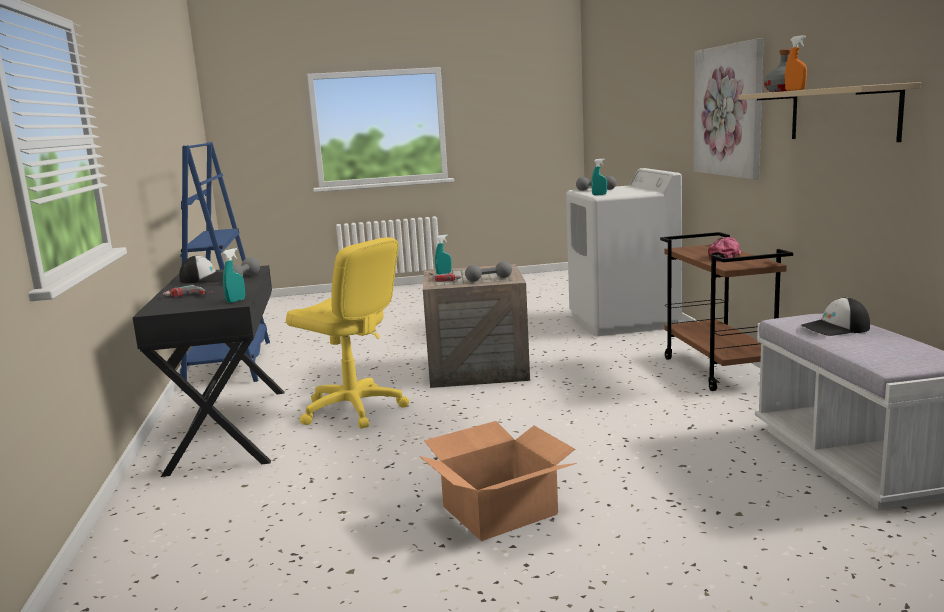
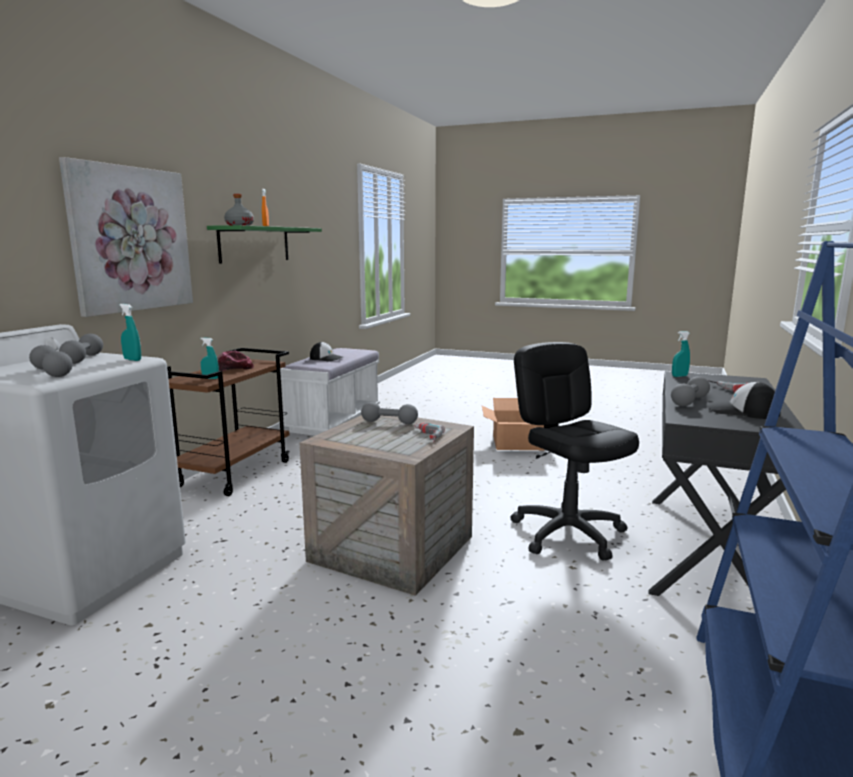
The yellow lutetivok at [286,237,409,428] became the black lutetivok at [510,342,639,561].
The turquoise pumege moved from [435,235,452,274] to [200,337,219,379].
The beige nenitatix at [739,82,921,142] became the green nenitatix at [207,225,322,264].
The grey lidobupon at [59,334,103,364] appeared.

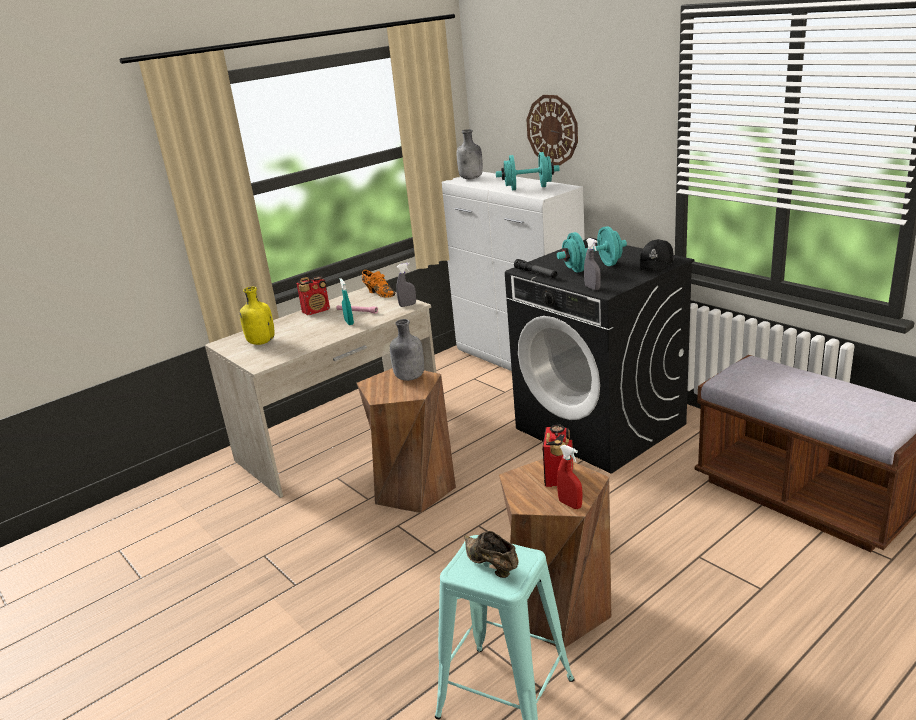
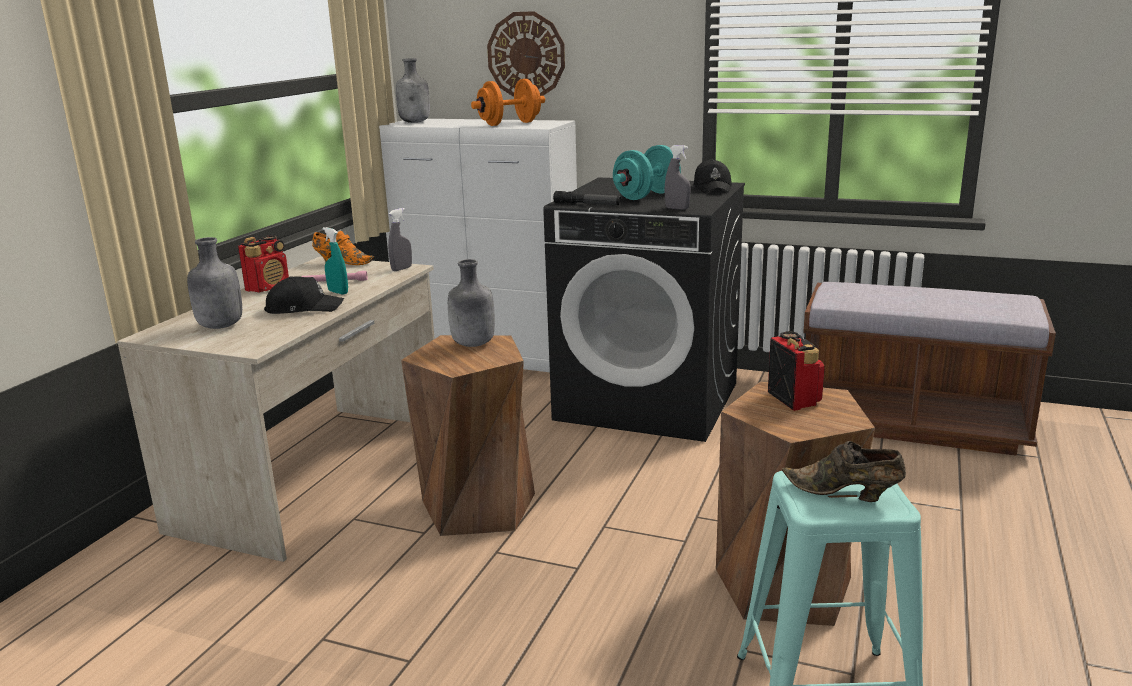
The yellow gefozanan at [240,287,275,345] became the grey gefozanan at [187,237,242,329].
The turquoise lidobupon at [496,152,560,190] became the orange lidobupon at [471,79,545,126].
The red pumege at [557,445,583,509] disappeared.
The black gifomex at [264,276,344,314] appeared.

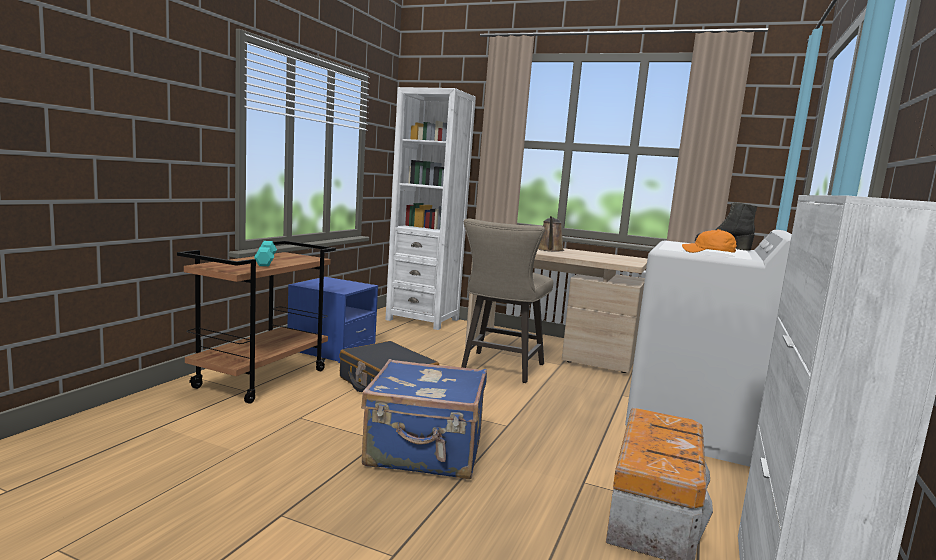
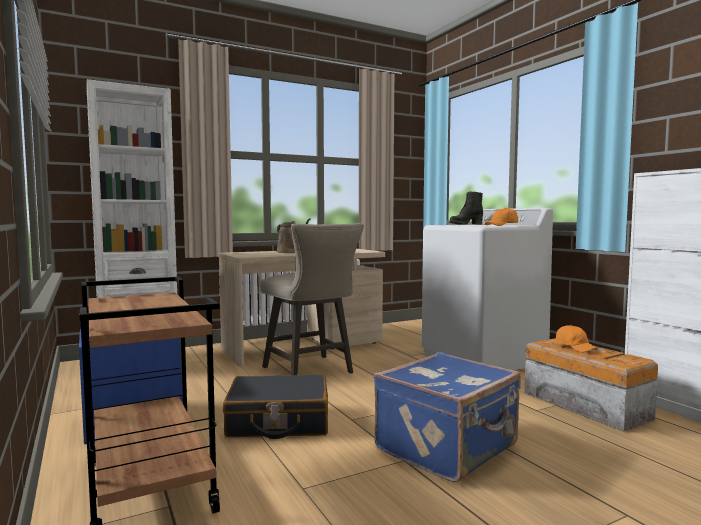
The turquoise lidobupon at [254,241,277,266] disappeared.
The orange gifomex at [556,325,598,352] appeared.

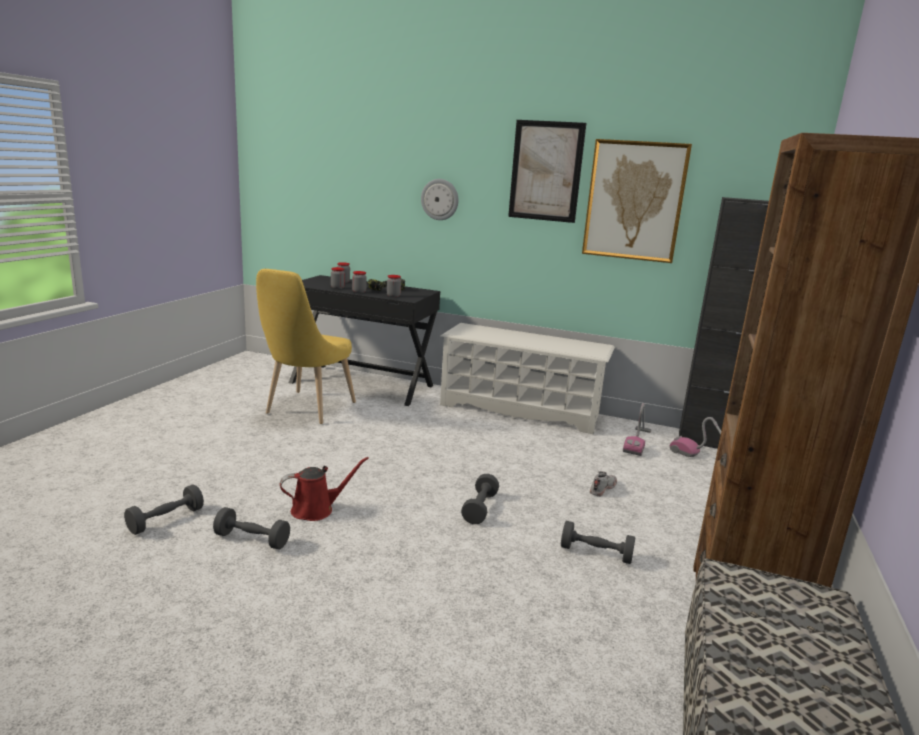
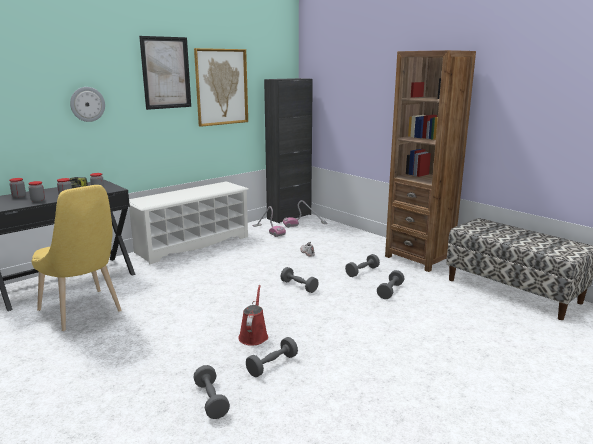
The grey lidobupon at [377,270,405,299] appeared.

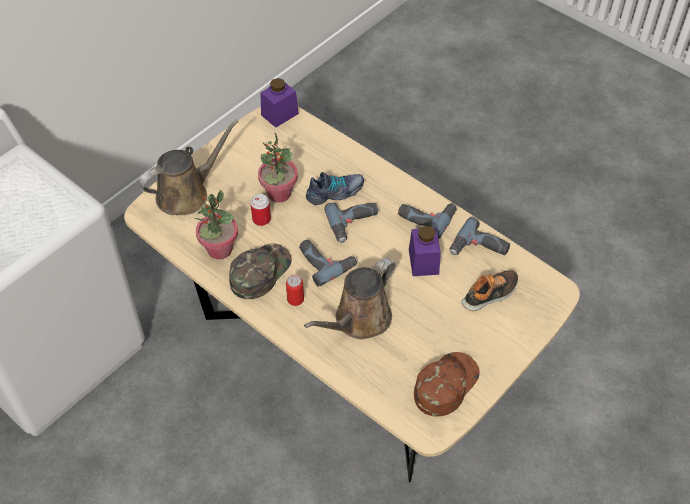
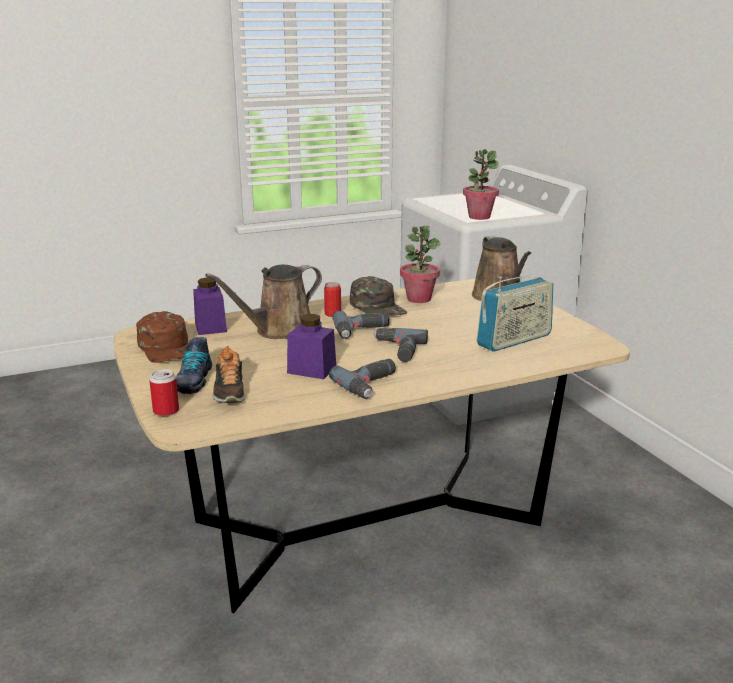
The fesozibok moved from [250,194,271,226] to [149,369,179,416].
The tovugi moved from [258,133,298,203] to [463,149,499,220].
The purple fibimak moved from [260,78,299,128] to [193,277,227,335].
The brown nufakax at [304,258,396,339] turned 105 degrees counterclockwise.
The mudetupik moved from [306,172,364,205] to [176,337,212,394].
The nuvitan at [450,217,510,255] disappeared.
The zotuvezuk at [477,276,553,352] appeared.

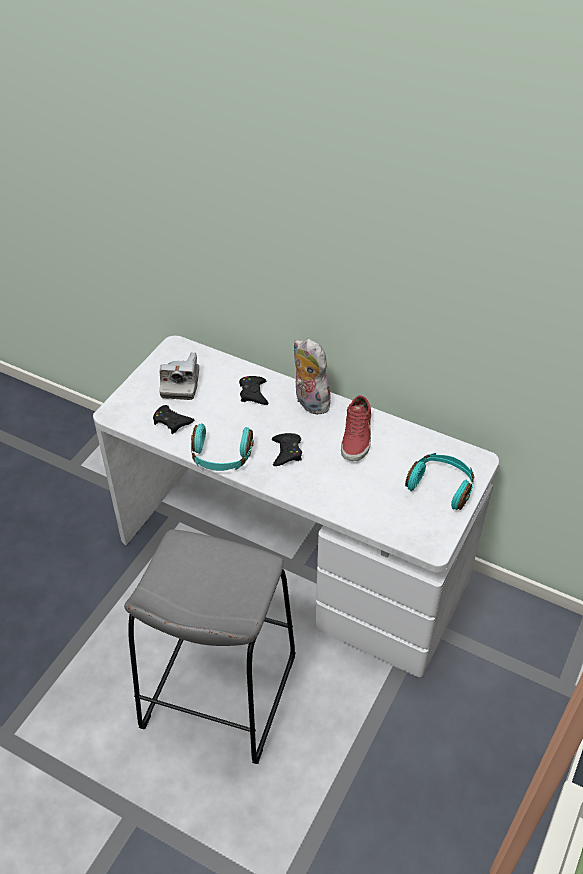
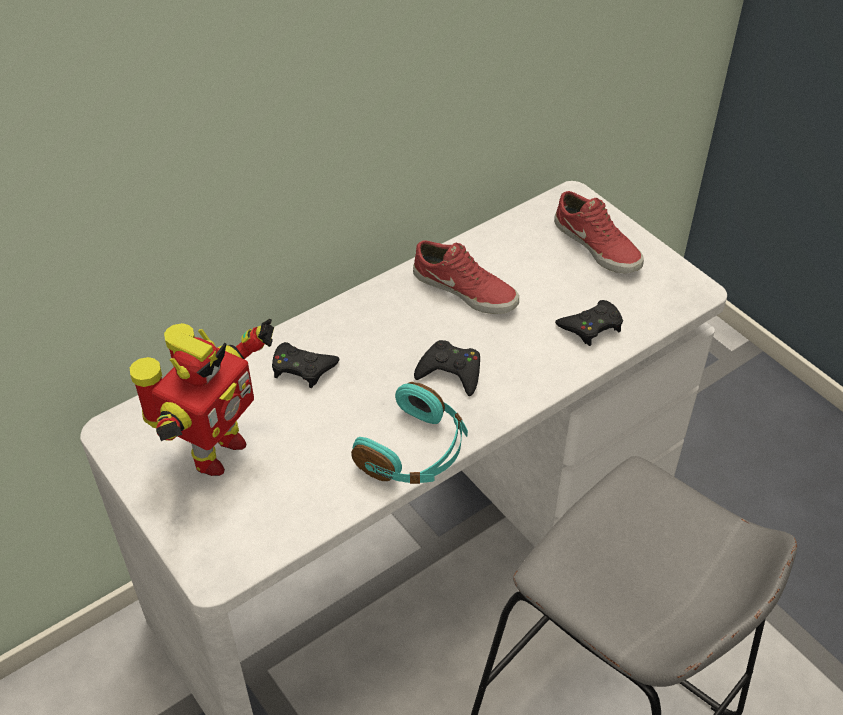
The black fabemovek moved from [153,405,194,434] to [555,300,623,346].
The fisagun at [159,352,199,400] was replaced by the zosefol at [130,319,274,476].
The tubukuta at [294,339,331,415] disappeared.
The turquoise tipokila at [405,453,474,510] was replaced by the red mudetupik at [554,191,644,273].

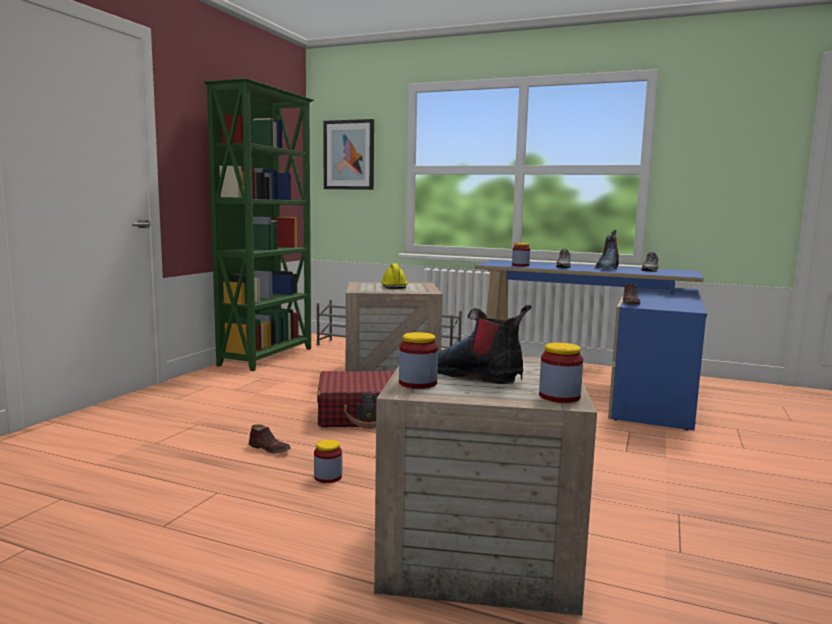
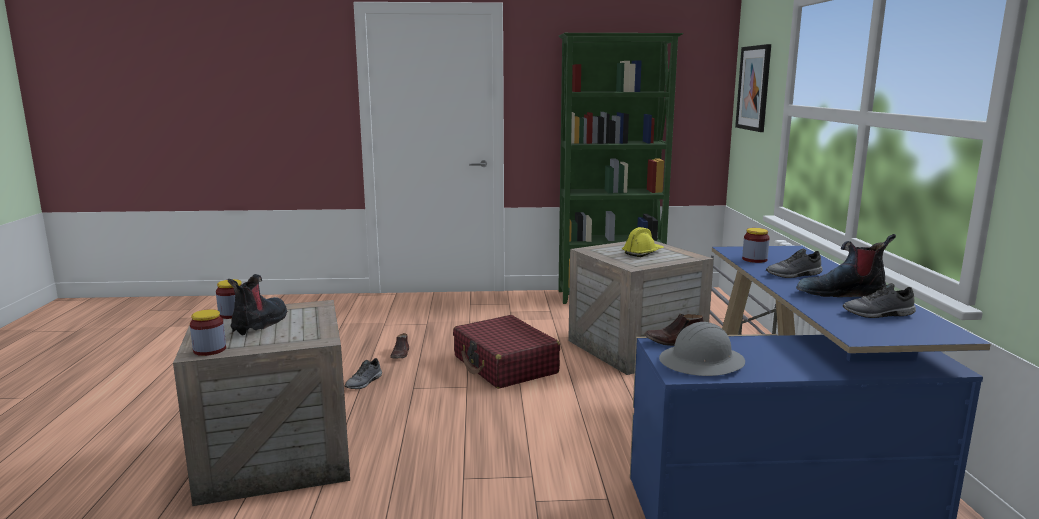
The fibimak at [314,440,342,483] was replaced by the grey mudetupik at [344,358,382,389].
The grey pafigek at [659,322,745,376] appeared.

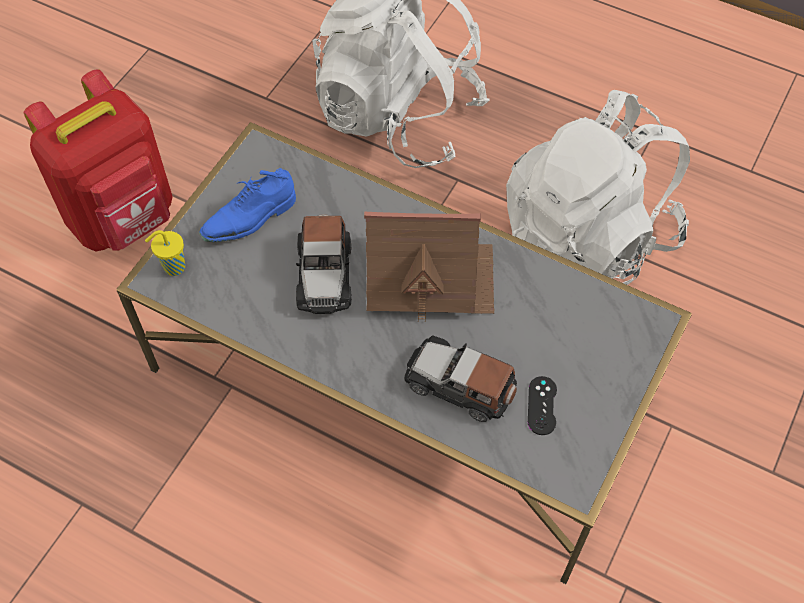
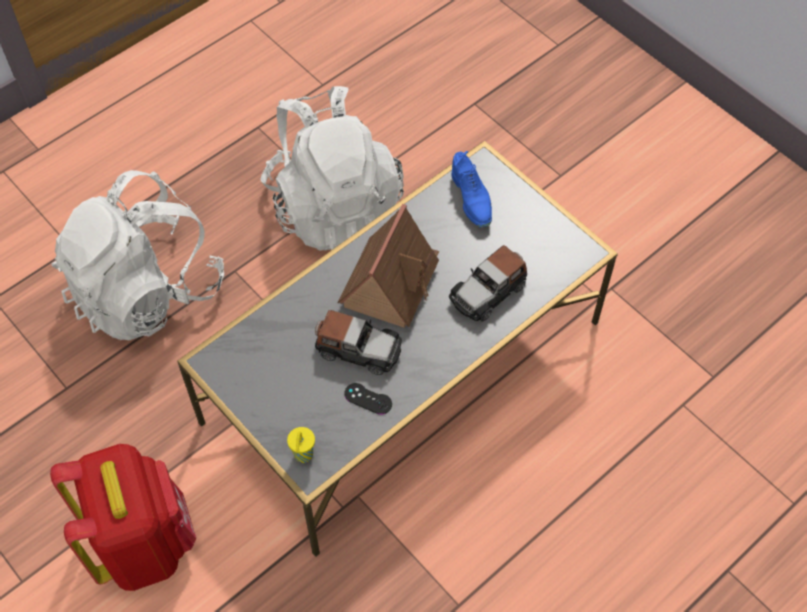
The blue mudetupik moved from [199,168,296,242] to [452,151,492,228].
The black fabemovek moved from [528,376,557,435] to [344,383,392,415].

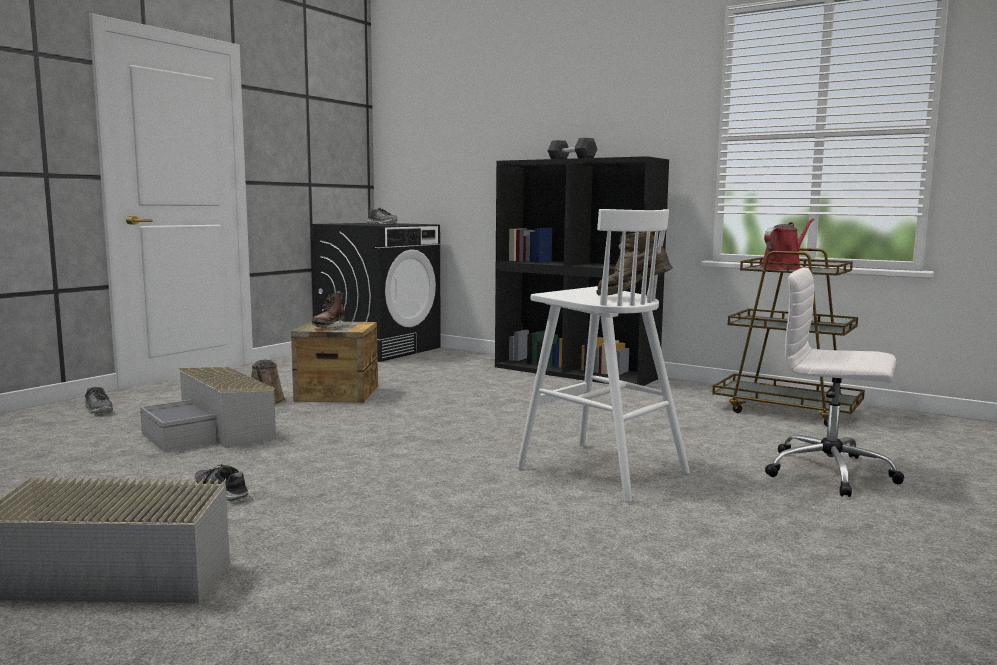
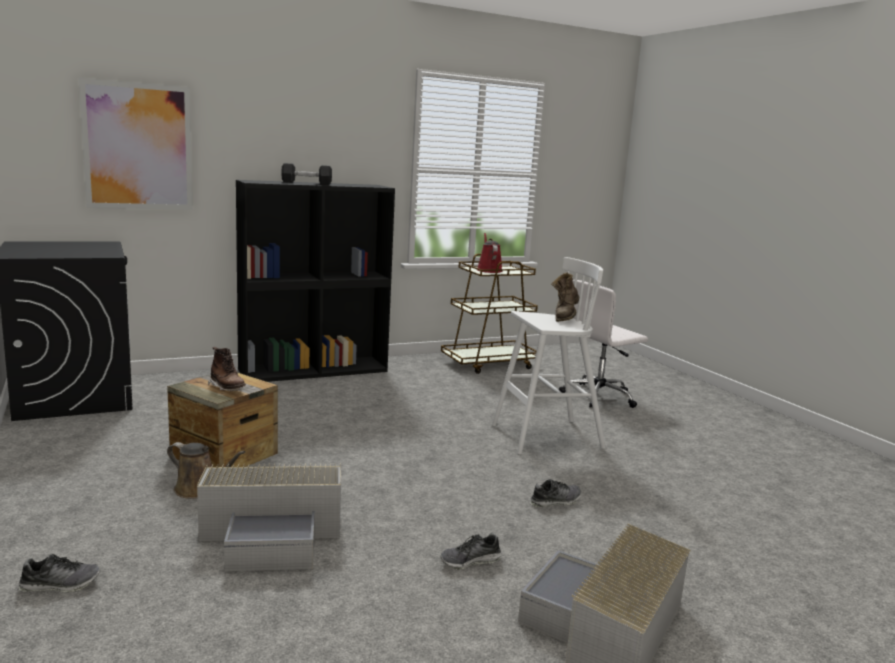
The mudetupik moved from [367,208,398,224] to [530,479,581,508].
The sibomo at [78,77,193,210] appeared.

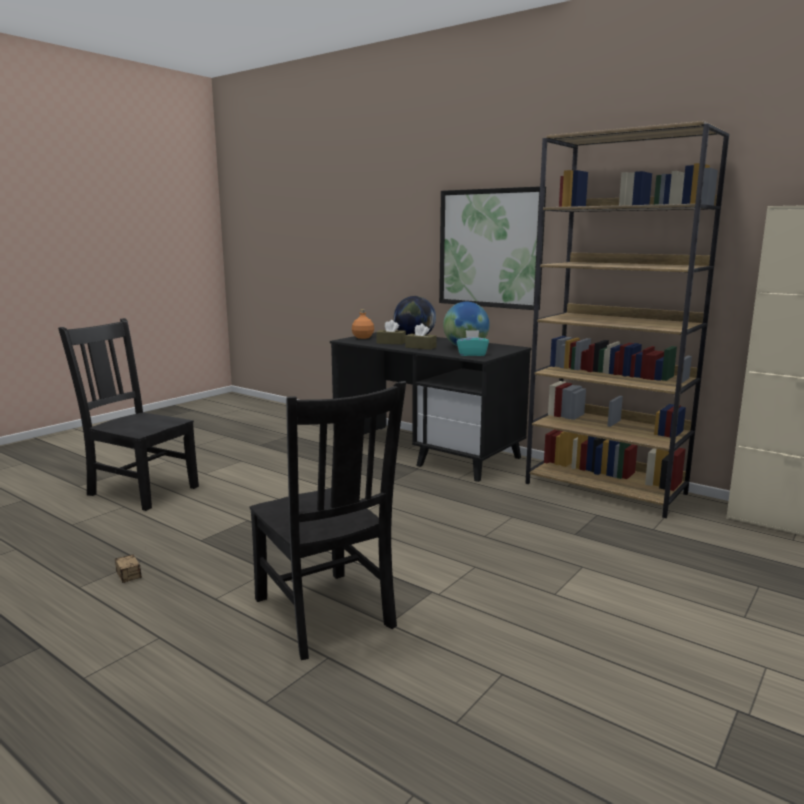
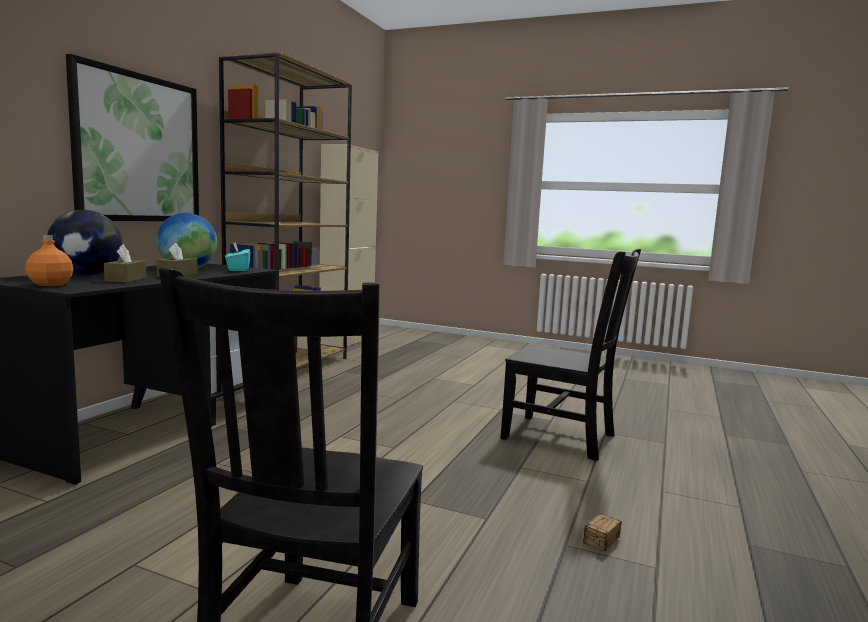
The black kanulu at [250,381,406,660] turned 75 degrees clockwise.

